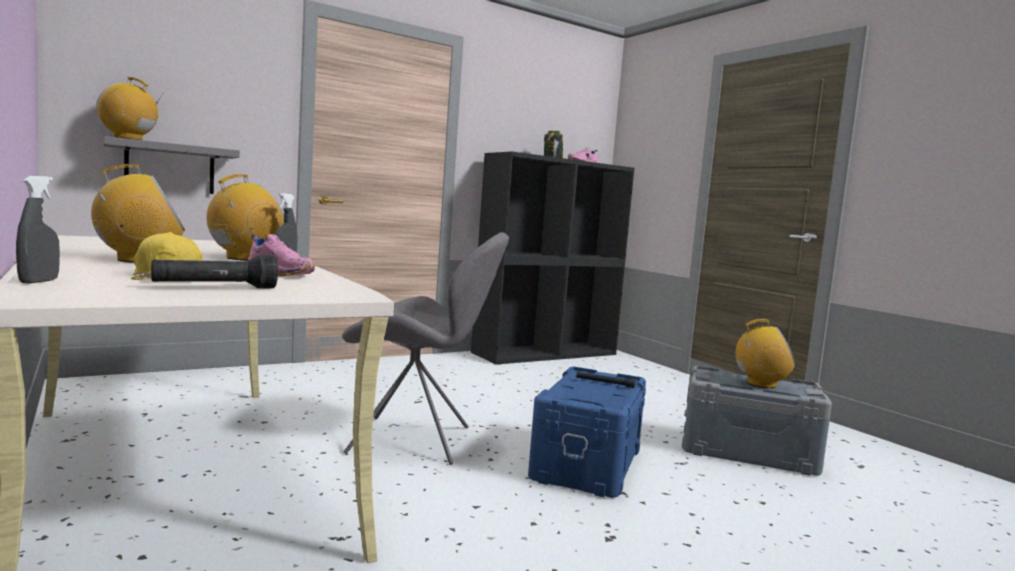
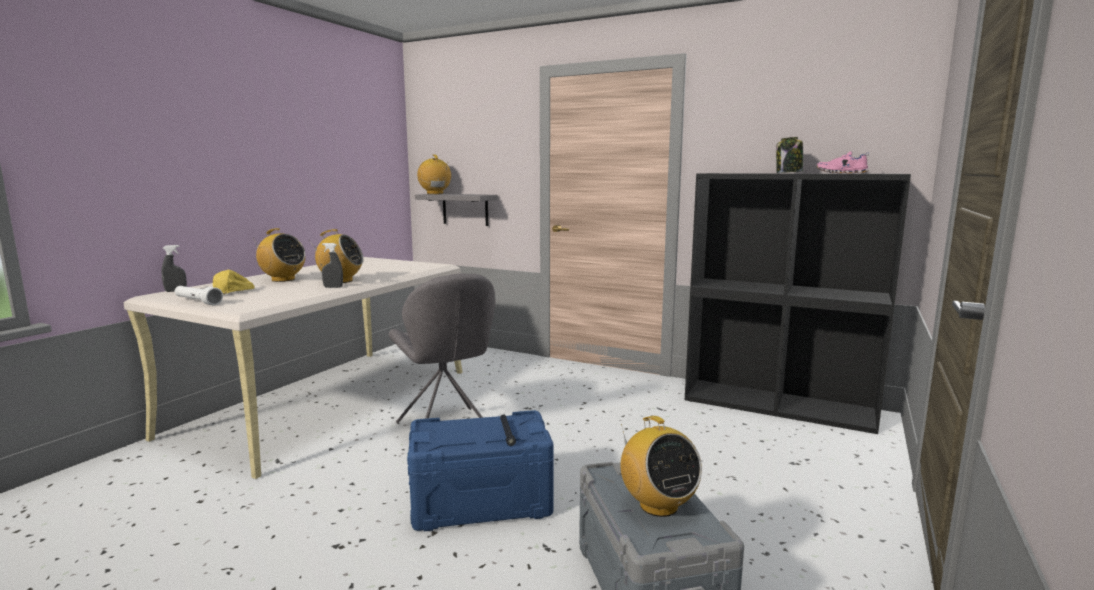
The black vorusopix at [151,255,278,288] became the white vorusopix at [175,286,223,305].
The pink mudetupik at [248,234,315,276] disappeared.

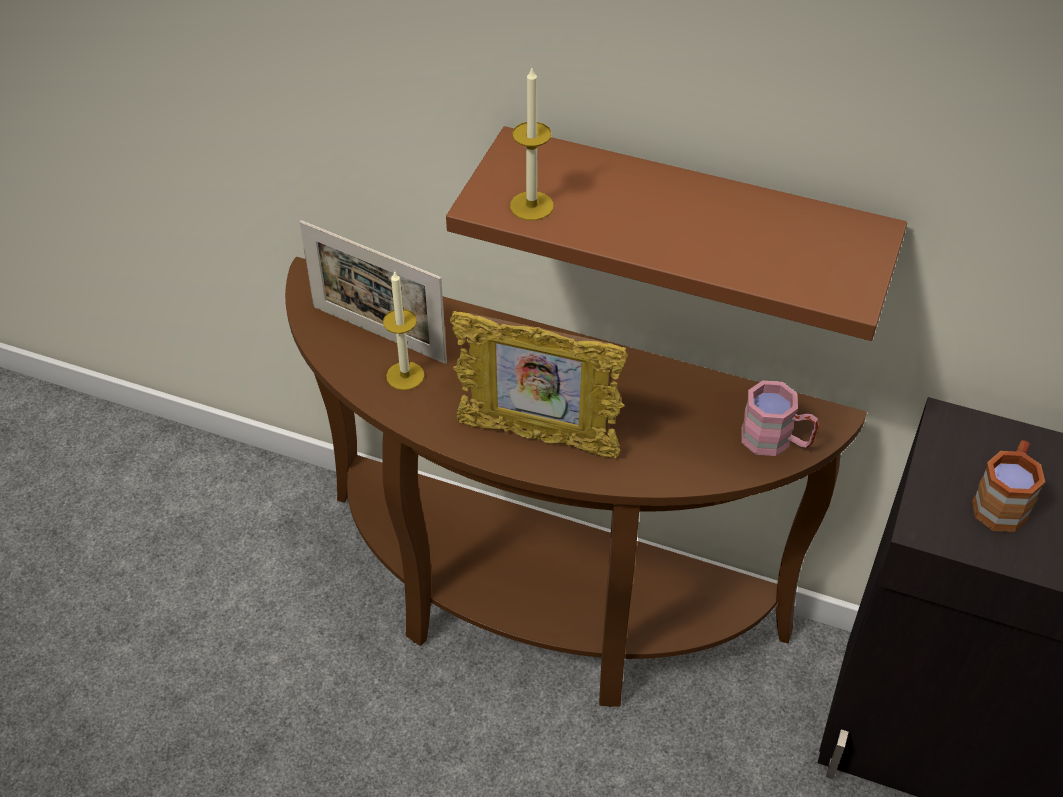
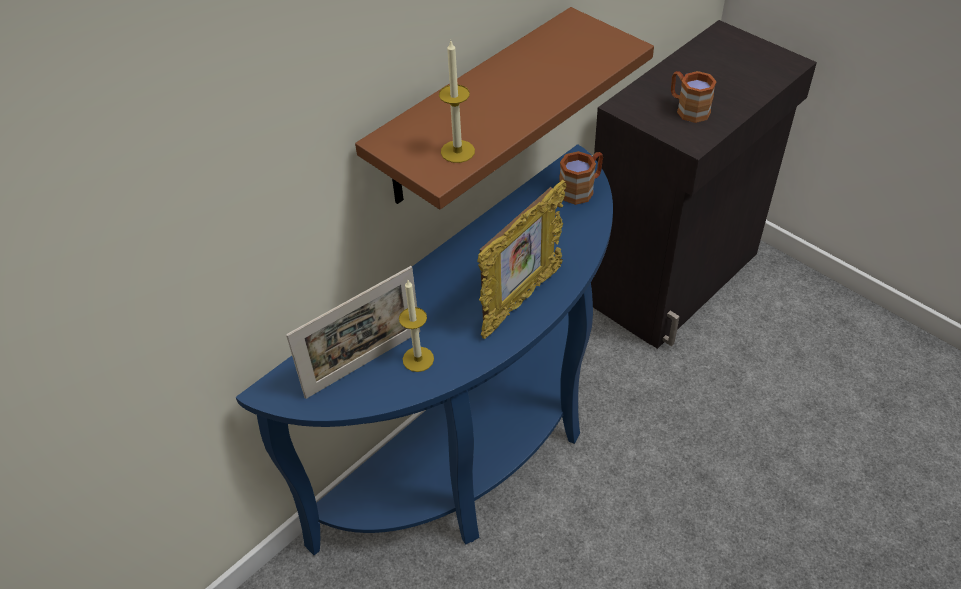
The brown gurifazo at [285,257,867,707] became the blue gurifazo at [236,144,613,555].
The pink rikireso at [741,380,819,456] became the brown rikireso at [559,151,603,205].

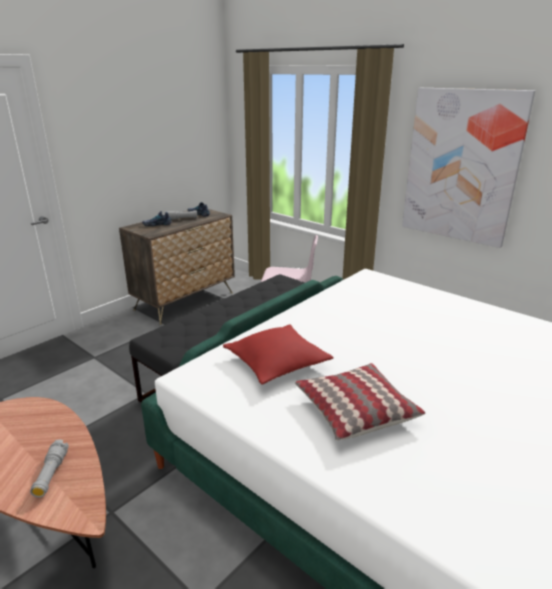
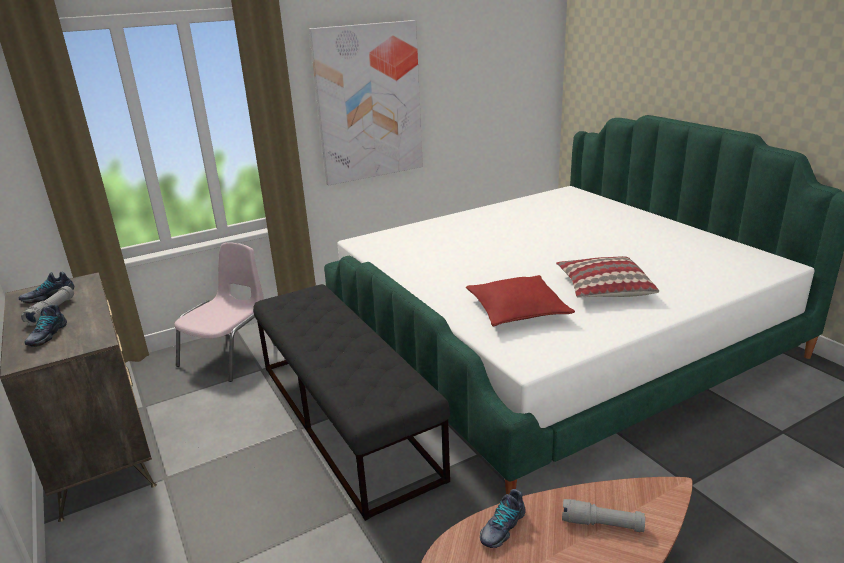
The mudetupik at [480,489,526,548] appeared.

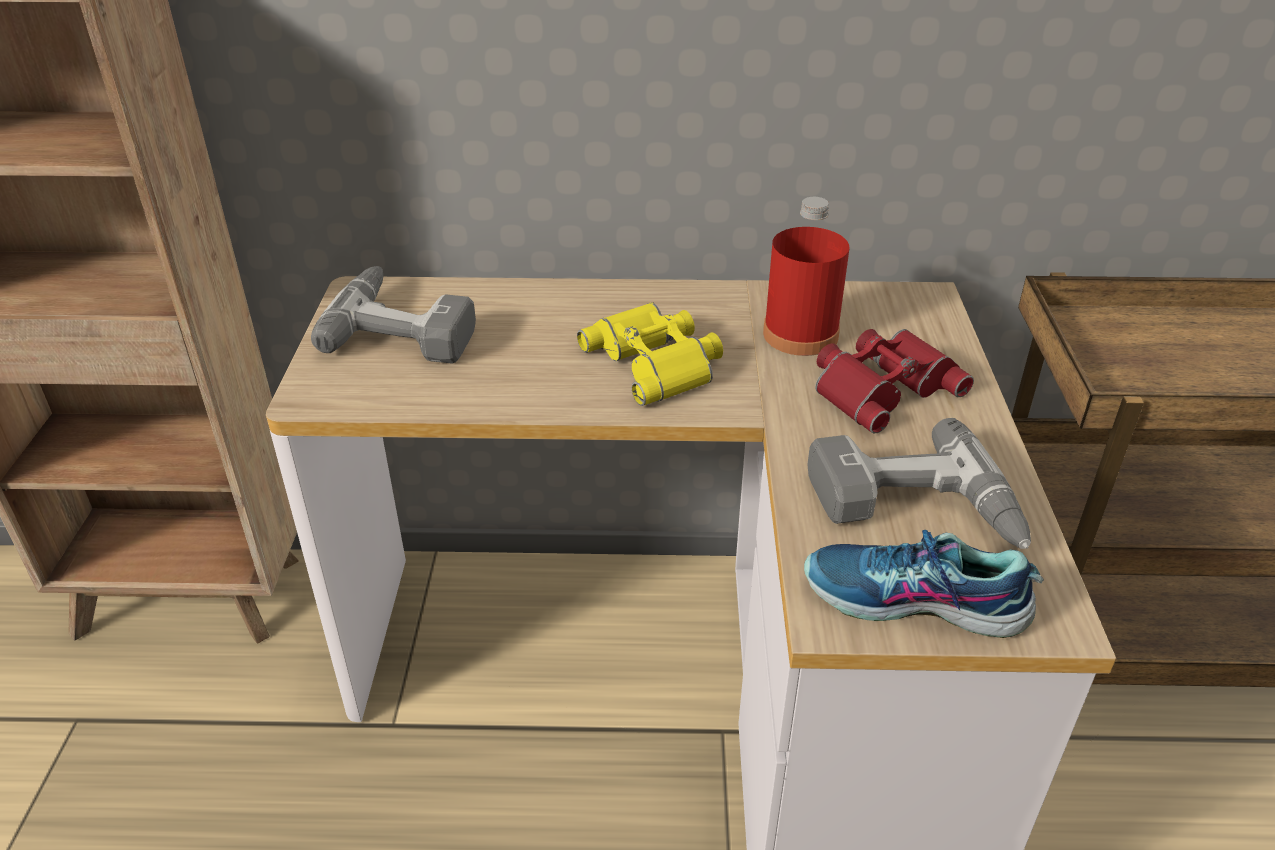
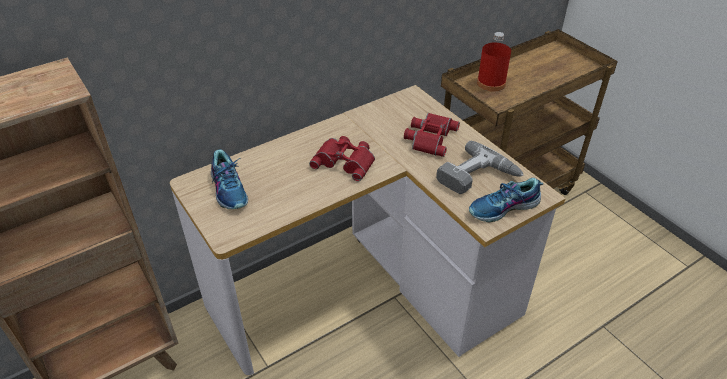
The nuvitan at [311,266,476,364] was replaced by the mudetupik at [211,149,248,209].
The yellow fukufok at [577,302,723,406] became the red fukufok at [309,136,375,181].
The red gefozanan moved from [763,197,850,356] to [477,32,511,92].

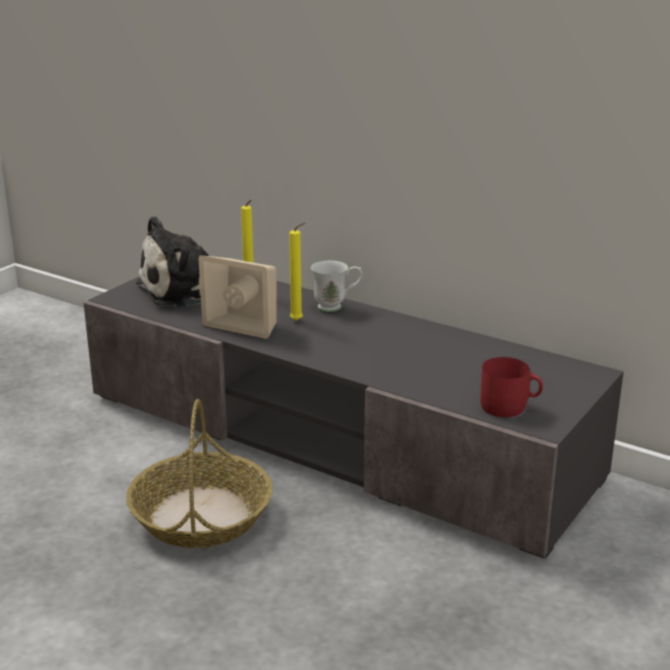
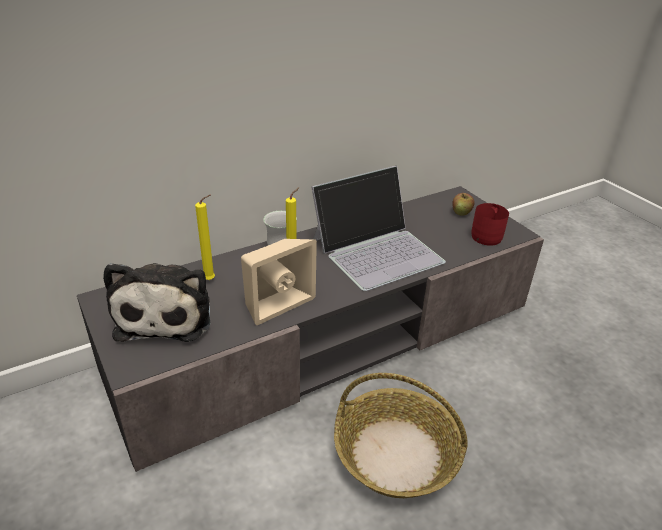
The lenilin at [311,166,446,291] appeared.
The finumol at [452,193,475,215] appeared.

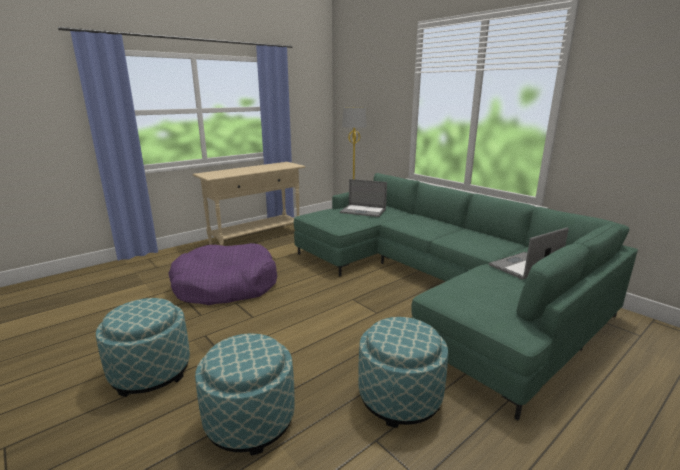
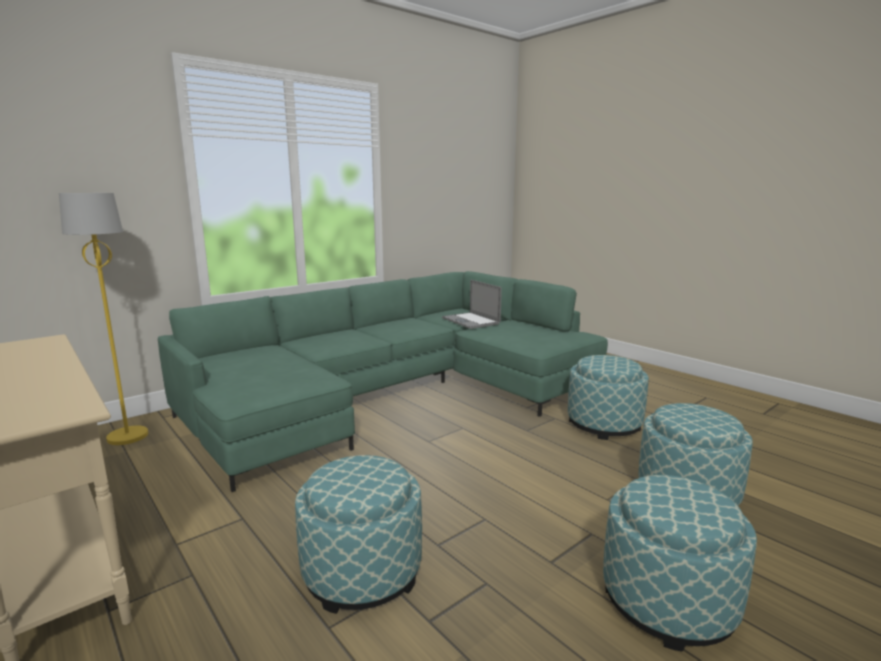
The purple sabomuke at [168,243,277,305] was replaced by the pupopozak at [295,455,422,614].
The lenilin at [340,179,387,217] disappeared.

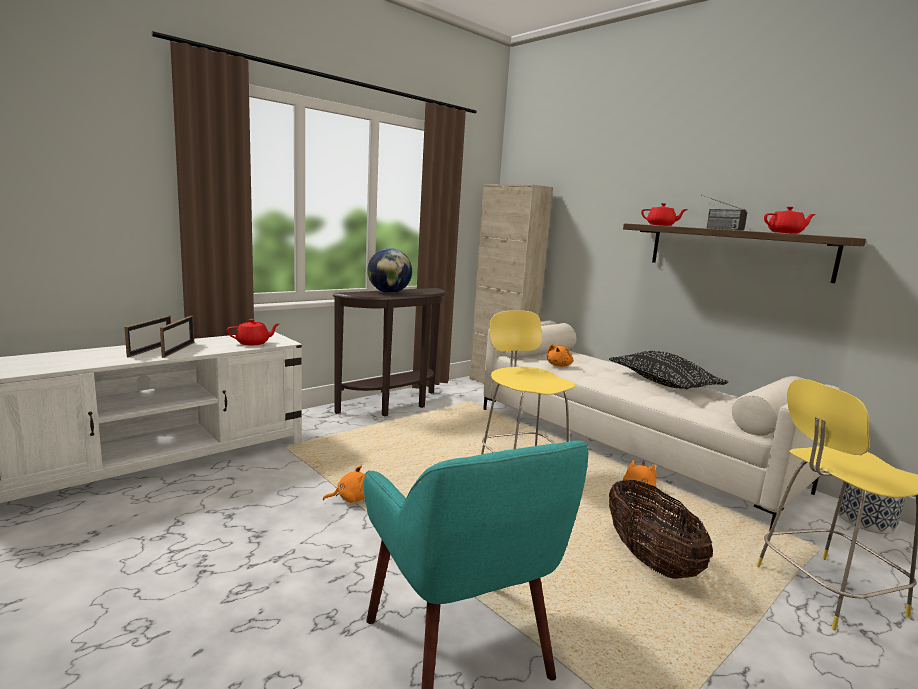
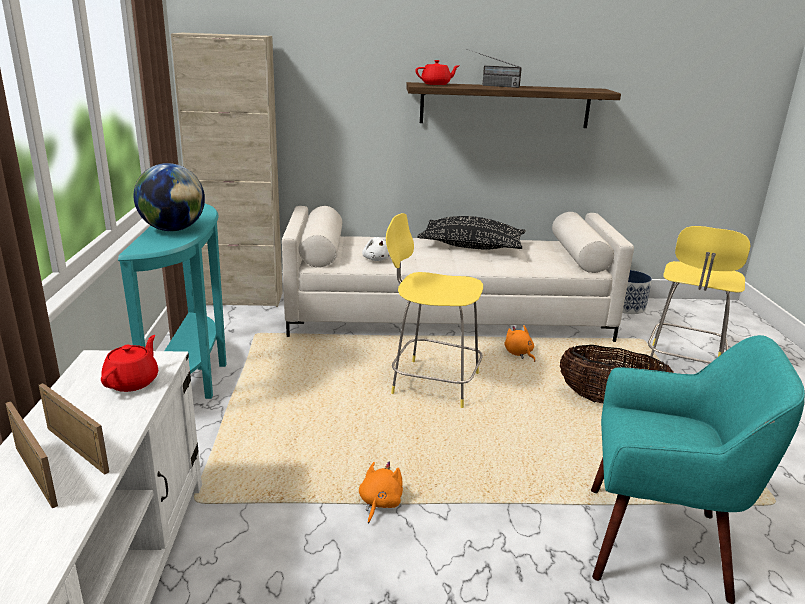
The brown gurifazo at [332,288,446,416] became the turquoise gurifazo at [118,204,226,399].
The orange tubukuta at [547,344,573,367] became the white tubukuta at [362,237,390,261].
The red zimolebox at [764,207,816,234] disappeared.

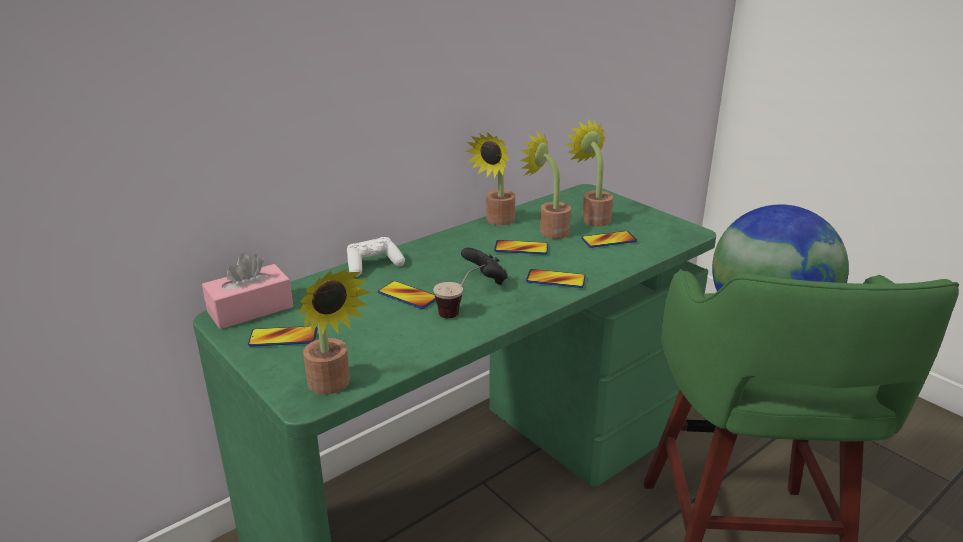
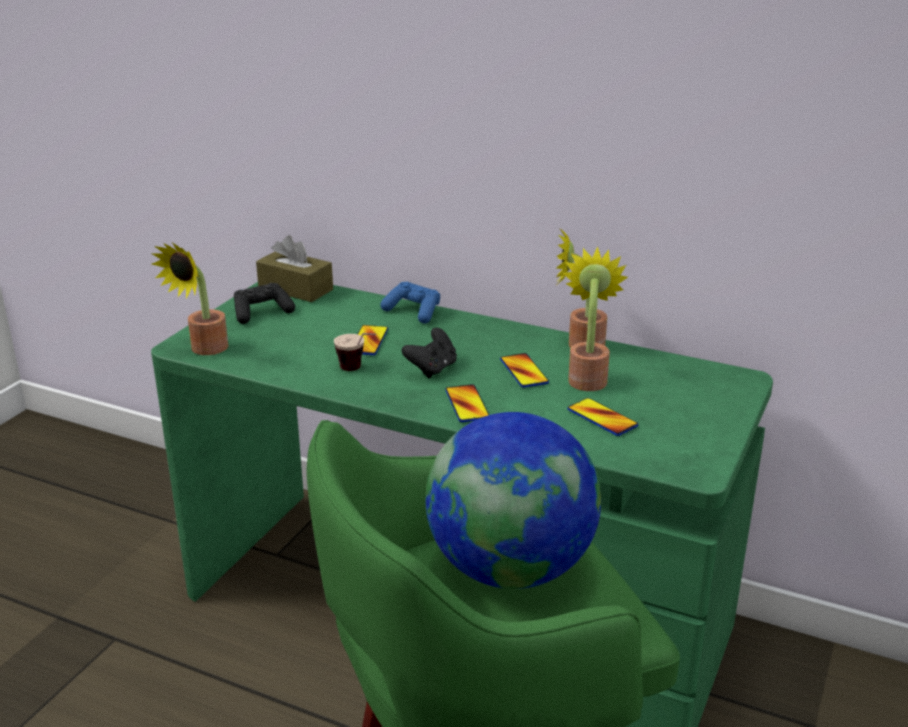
The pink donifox at [202,253,293,329] became the brown donifox at [256,235,333,302].
The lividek at [248,326,318,347] was replaced by the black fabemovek at [234,283,295,324].
The white fabemovek at [347,237,405,277] became the blue fabemovek at [380,282,440,324].
The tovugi at [565,119,613,226] disappeared.

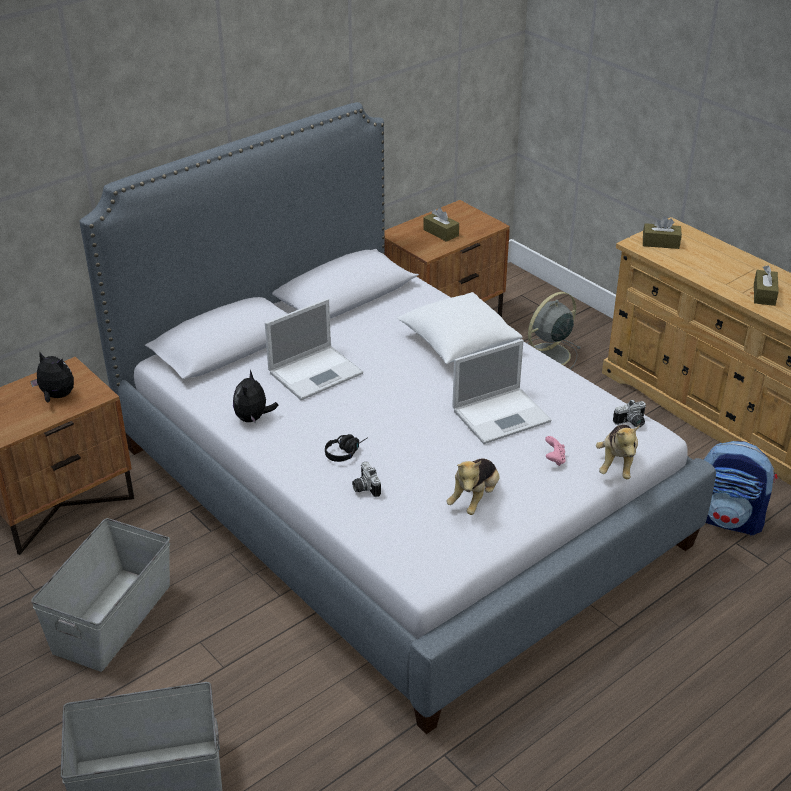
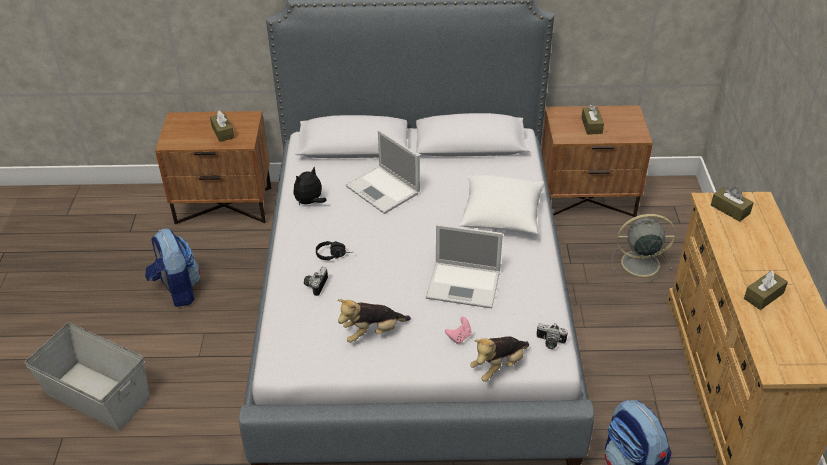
The tubukuta at [30,351,74,403] was replaced by the brown donifox at [210,111,235,142].
The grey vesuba at [31,518,170,672] was replaced by the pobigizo at [145,229,200,307].
The lenilin at [265,299,363,400] turned 45 degrees clockwise.

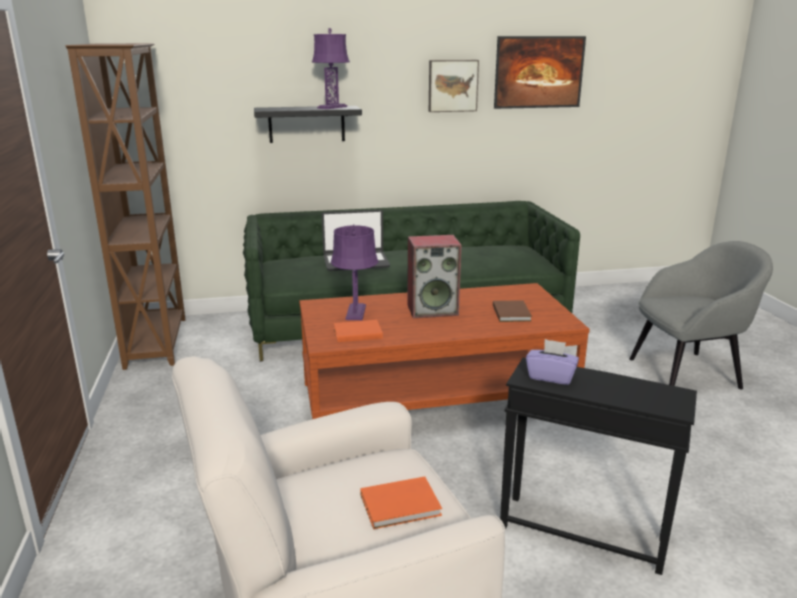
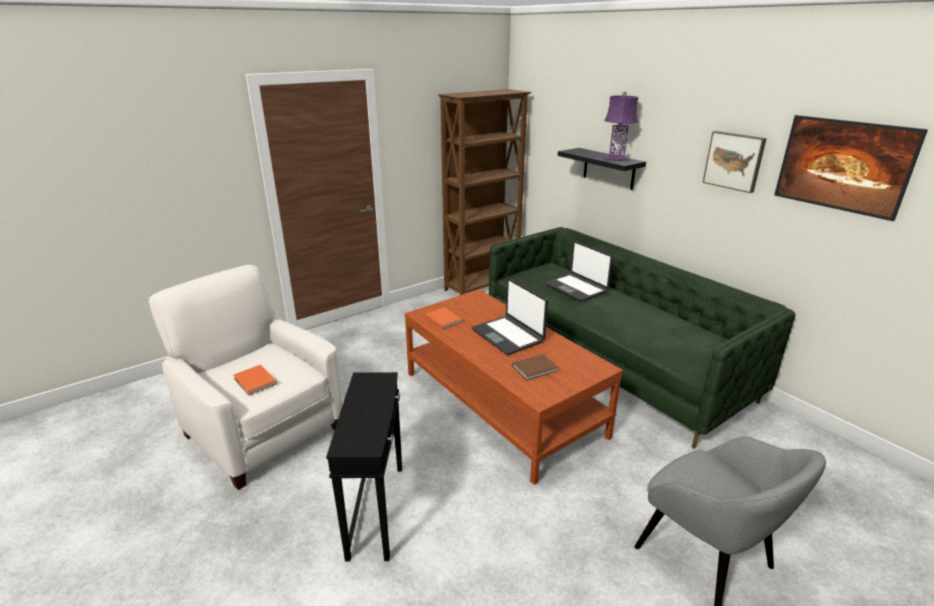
The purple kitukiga at [331,224,379,320] disappeared.
The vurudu at [407,235,461,318] was replaced by the lenilin at [472,278,548,355].
The purple donifox at [526,339,579,385] disappeared.

